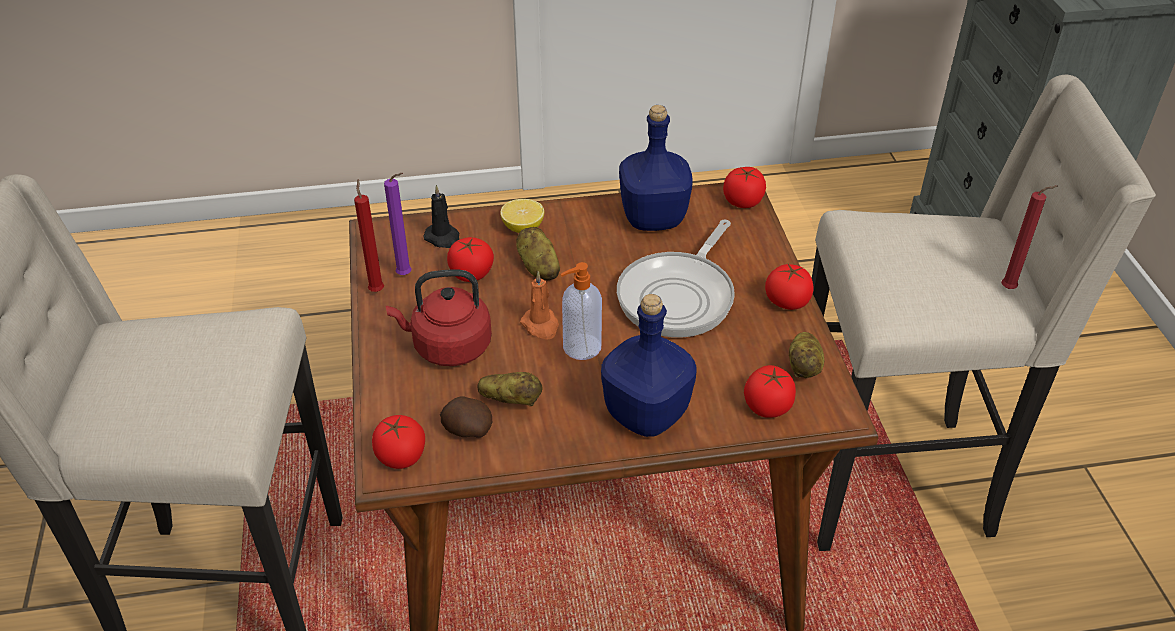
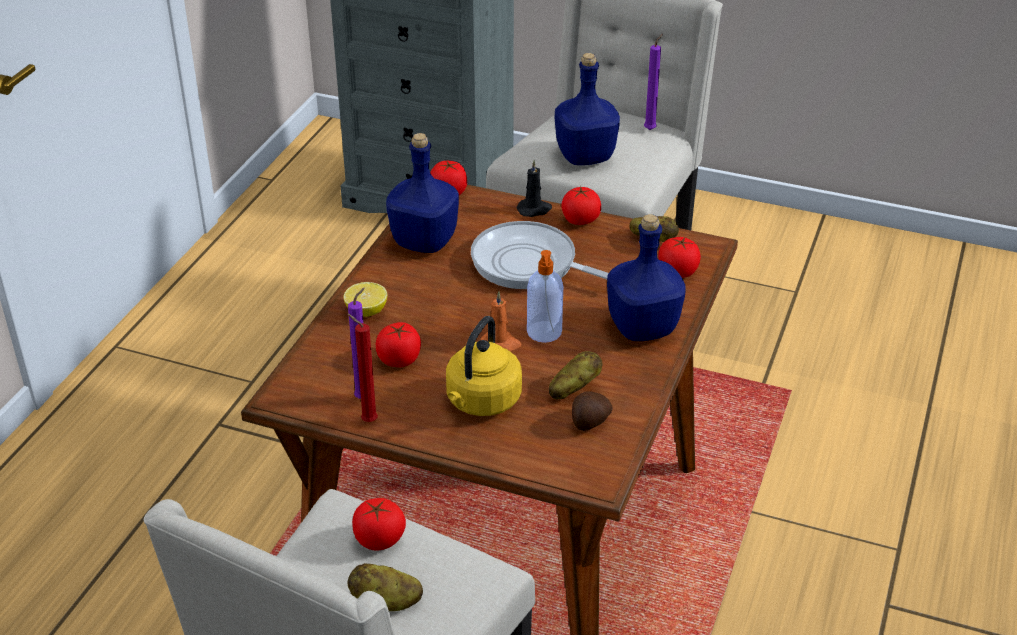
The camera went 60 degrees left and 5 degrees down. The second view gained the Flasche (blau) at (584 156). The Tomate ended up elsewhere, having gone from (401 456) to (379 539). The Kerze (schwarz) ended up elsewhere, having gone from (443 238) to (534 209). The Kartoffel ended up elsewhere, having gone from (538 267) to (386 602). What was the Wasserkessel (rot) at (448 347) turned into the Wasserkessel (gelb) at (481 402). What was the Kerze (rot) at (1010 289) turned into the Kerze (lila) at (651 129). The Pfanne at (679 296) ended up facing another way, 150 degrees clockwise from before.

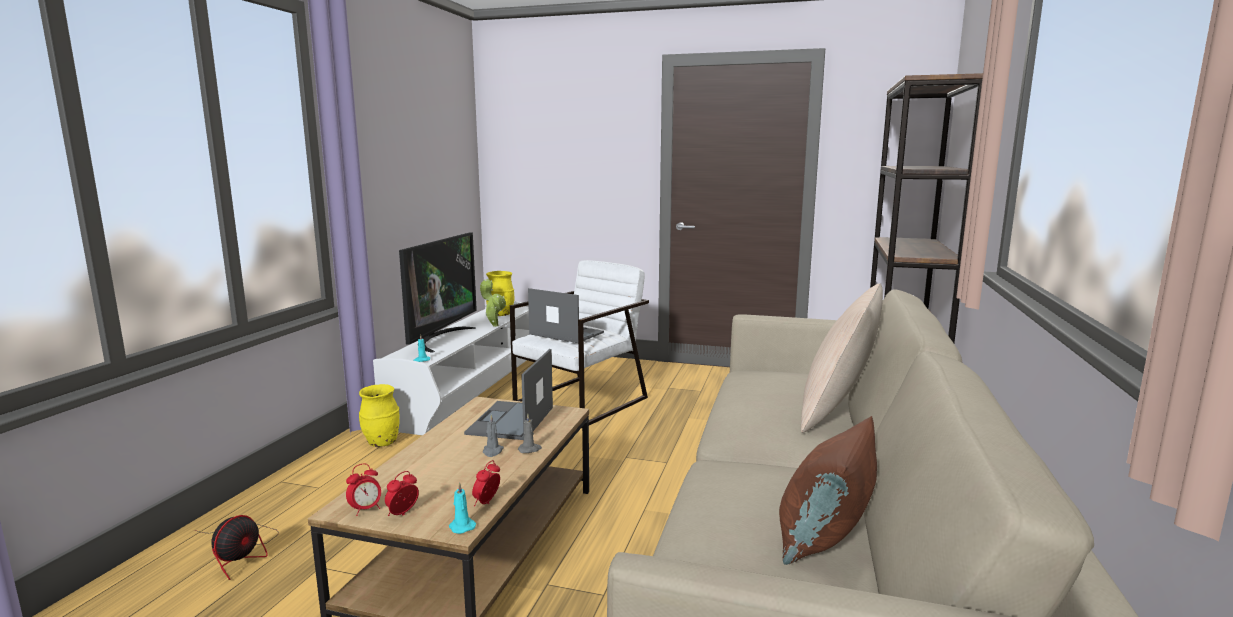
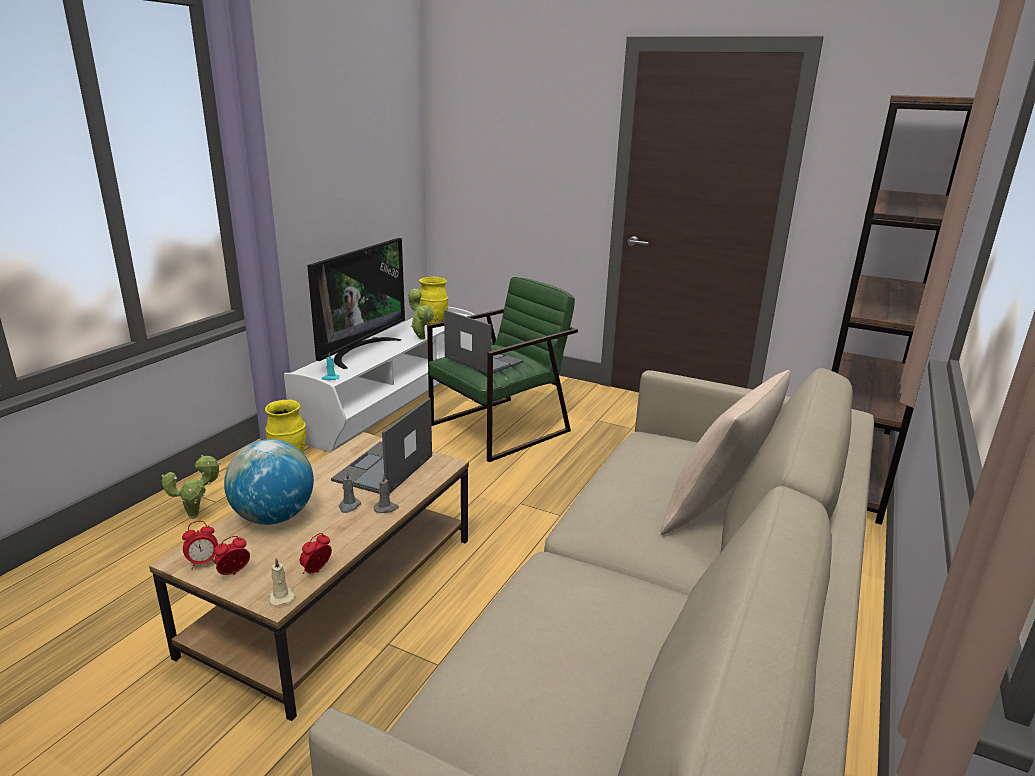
The camera went 10 degrees right and 10 degrees up. The second view lost the Ventilator at (241 553). The second view lost the Kissen (braun) at (824 539). The second view gained the Topfpflanze at (197 515). The second view gained the Globus at (274 517). What was the Kerze (türkis) at (461 526) turned into the Kerze (beige) at (281 597). What was the Sessel (weiß) at (581 401) turned into the Sessel (grün) at (500 428).

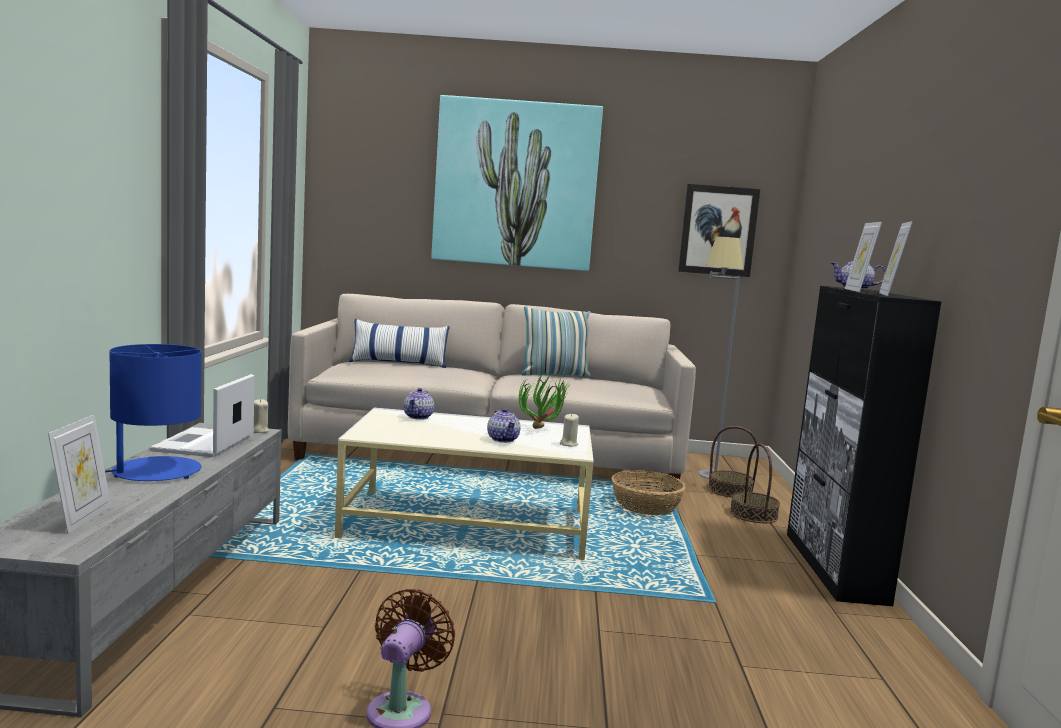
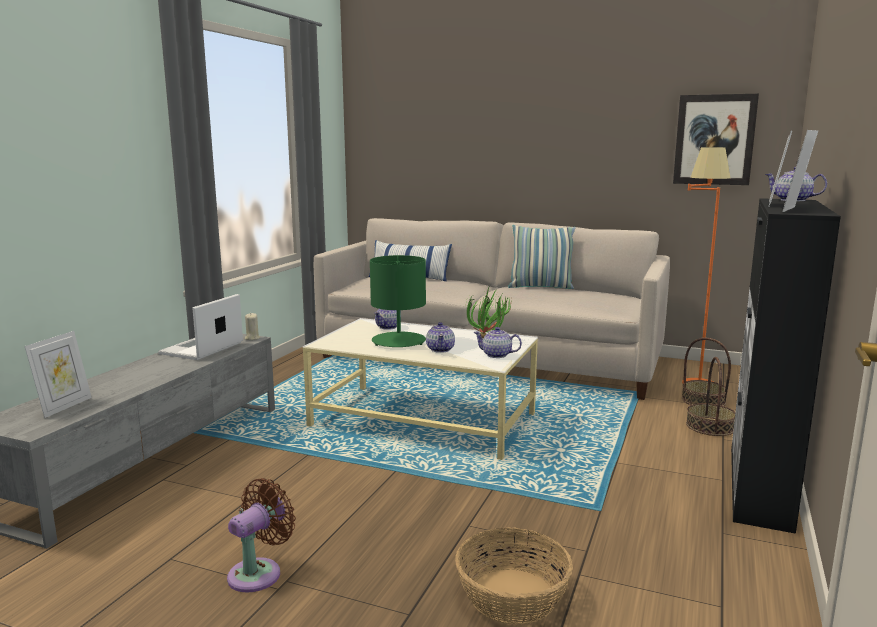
The camera went 20 degrees right and 5 degrees up. The second view lost the Tischlampe (blau) at (156 471). The second view lost the Bild at (516 184). The second view gained the Tischlampe (grün) at (398 341). The Korb ended up elsewhere, having gone from (645 506) to (511 595). Where the Kerze (beige) stood at (568 444), the Teekanne came to stand at (497 355). What was the Stehlampe (grau) at (706 470) turned into the Stehlampe (orange) at (693 378).

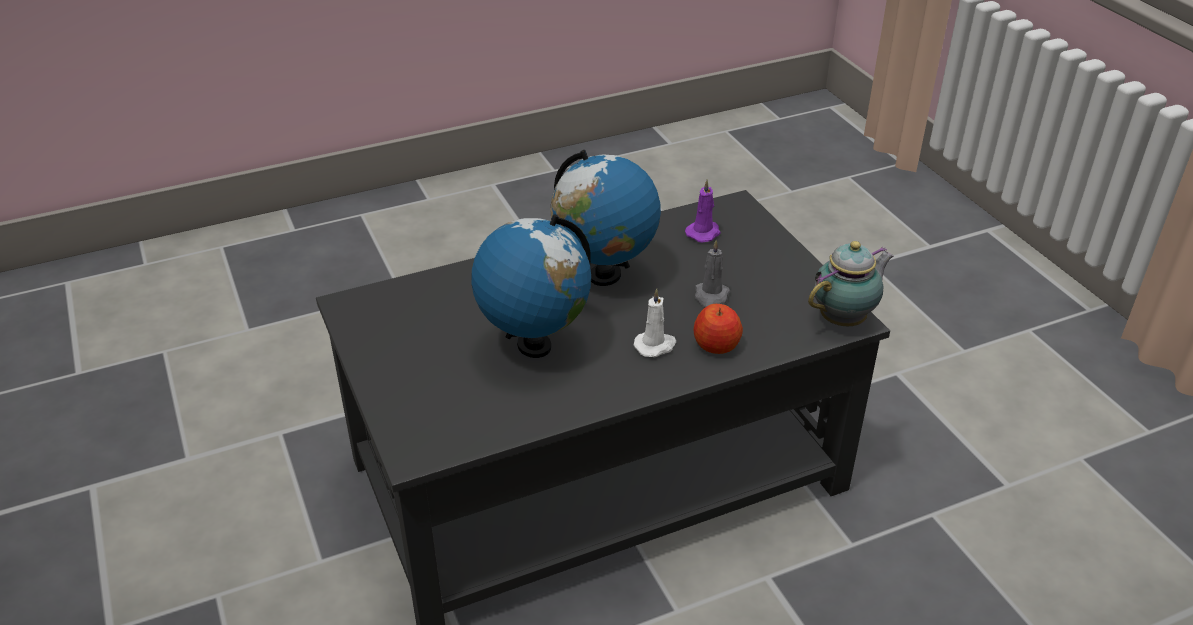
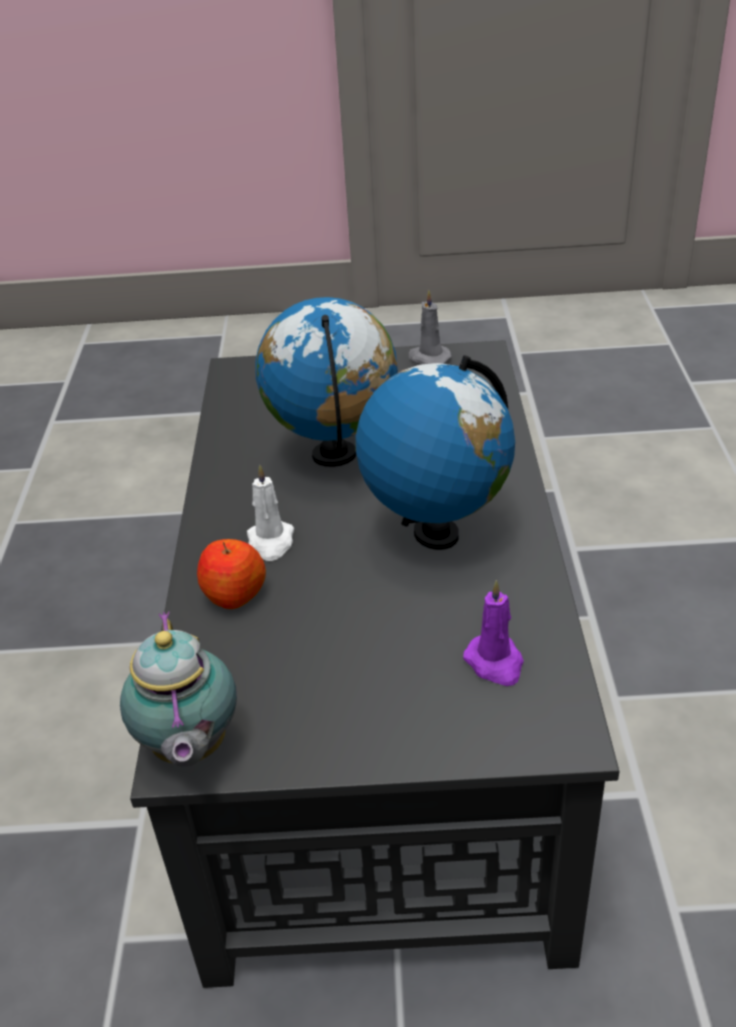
The camera went 115 degrees right and 0 degrees up. The Kerze (grau) ended up elsewhere, having gone from (711 297) to (428 358).

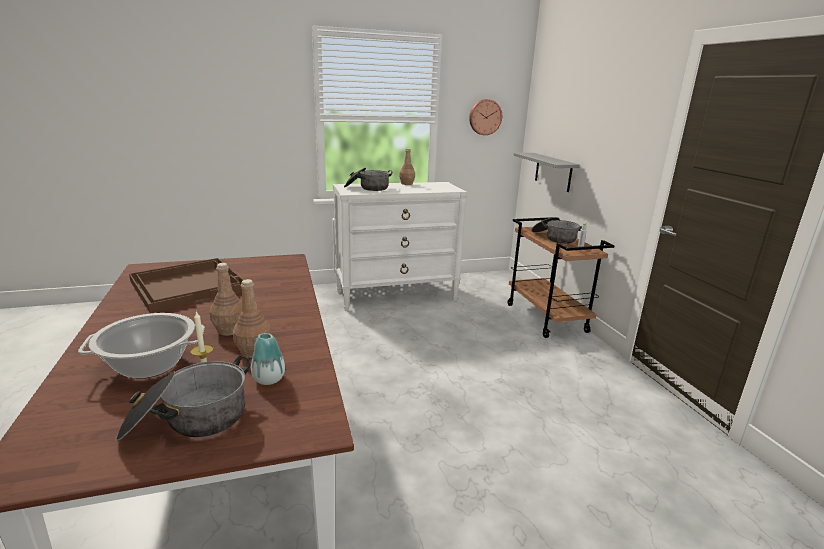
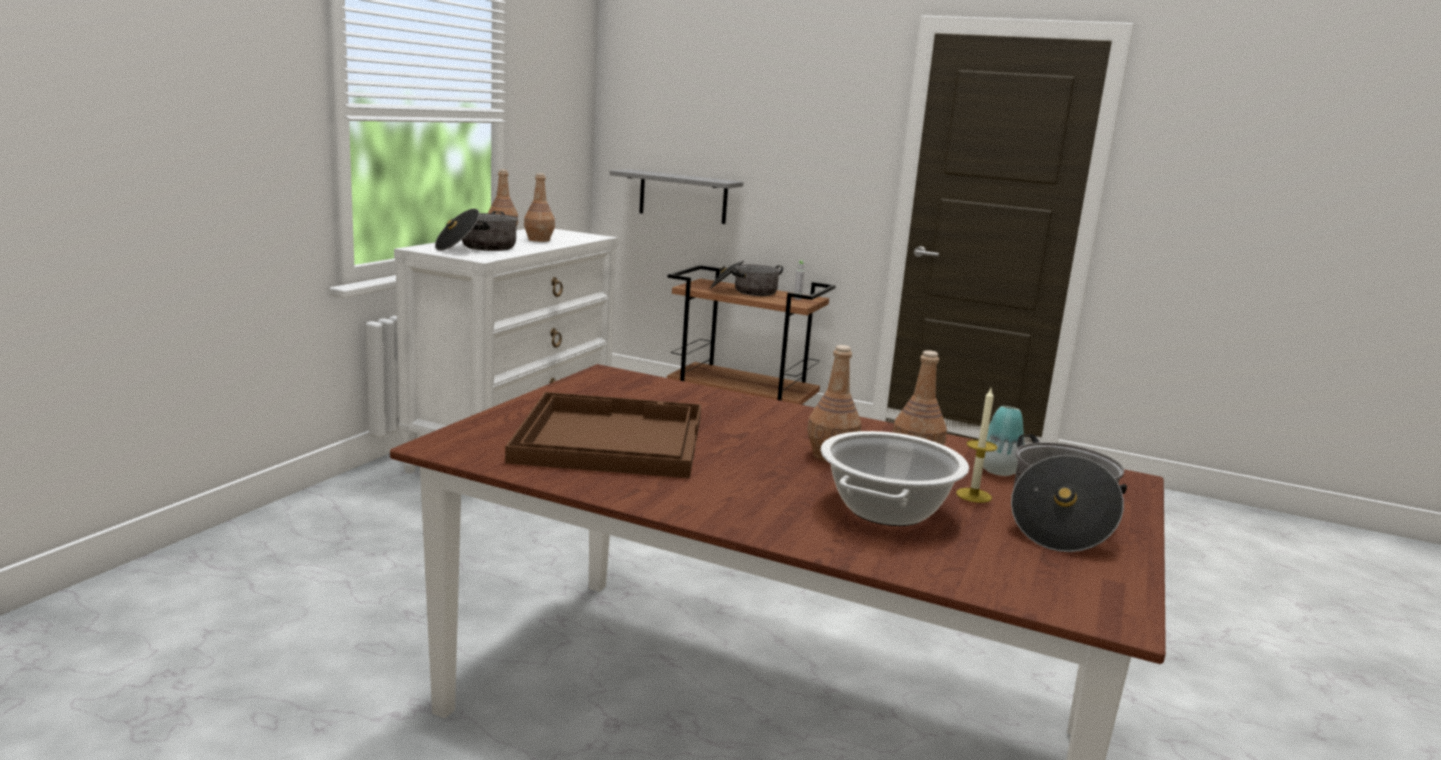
The camera went 50 degrees left and 5 degrees down. The second view lost the Wanduhr at (485 117). The second view gained the Flasche (braun) at (539 240).

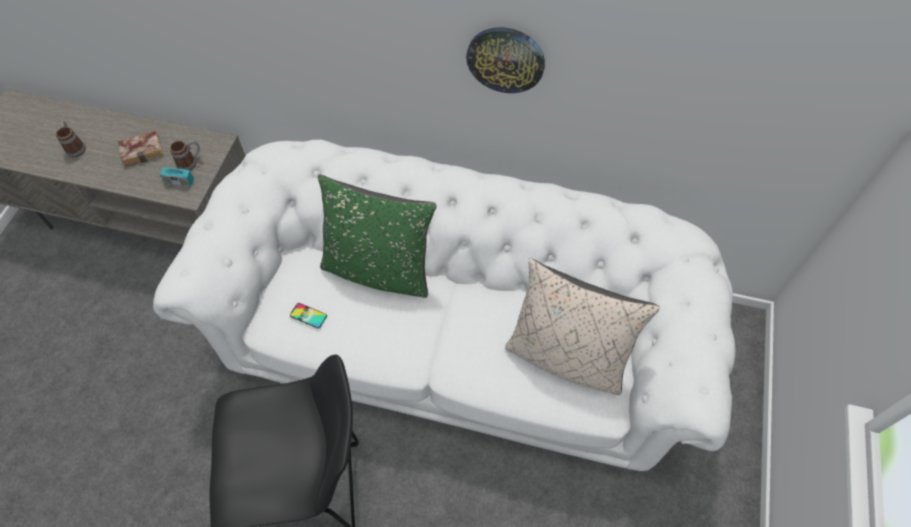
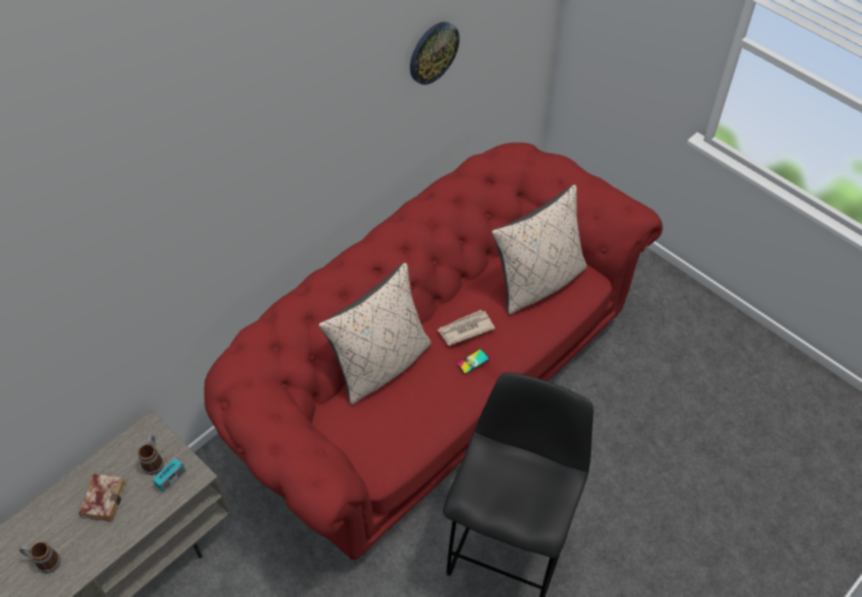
The camera went 60 degrees left and 5 degrees down. The second view gained the Zeitung at (465 329). The Handy ended up elsewhere, having gone from (308 315) to (472 361). The Wanduhr ended up elsewhere, having gone from (505 59) to (433 52). What was the Sofa (weiß) at (455 340) turned into the Sofa (rot) at (432 381). What was the Kissen (grün) at (379 270) turned into the Kissen (beige) at (381 364).

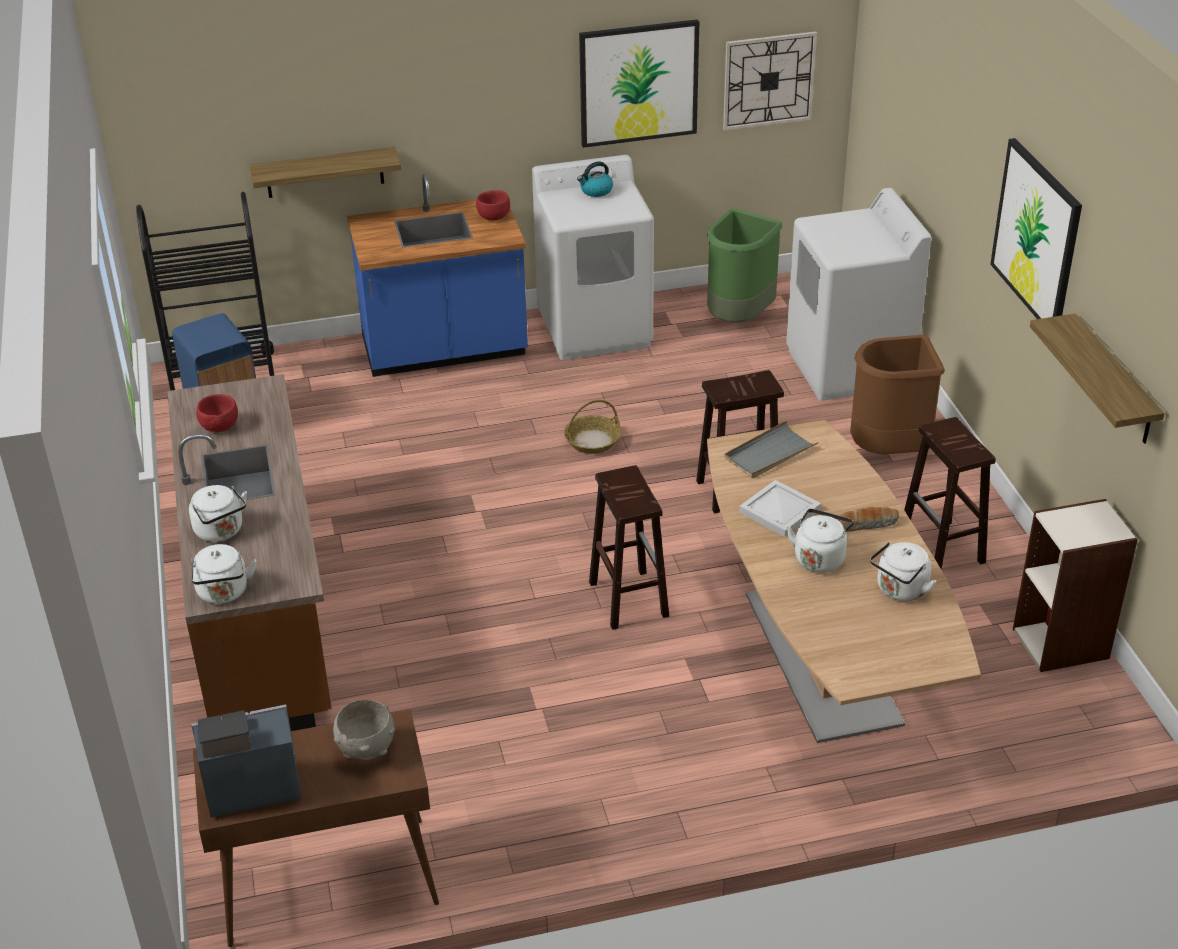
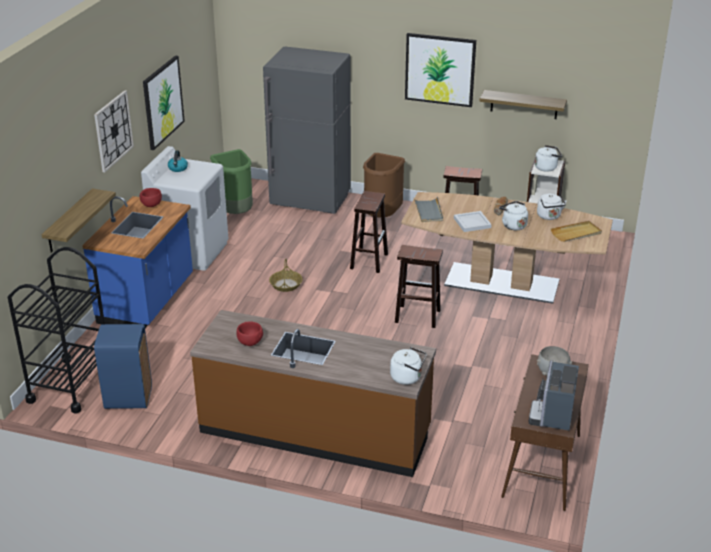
The camera went 60 degrees left and 5 degrees down. The second view gained the Tablett (beige) at (576 233). The Wasserkessel (weiß) ended up elsewhere, having gone from (221 532) to (547 167). The Wanduhr ended up elsewhere, having gone from (769 80) to (113 130). Where the Waschmaschine (weiß) stood at (849 368), the Kühlschrank (grau) came to stand at (310 202).

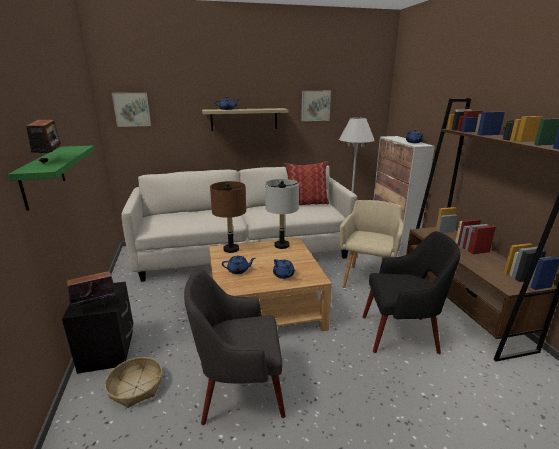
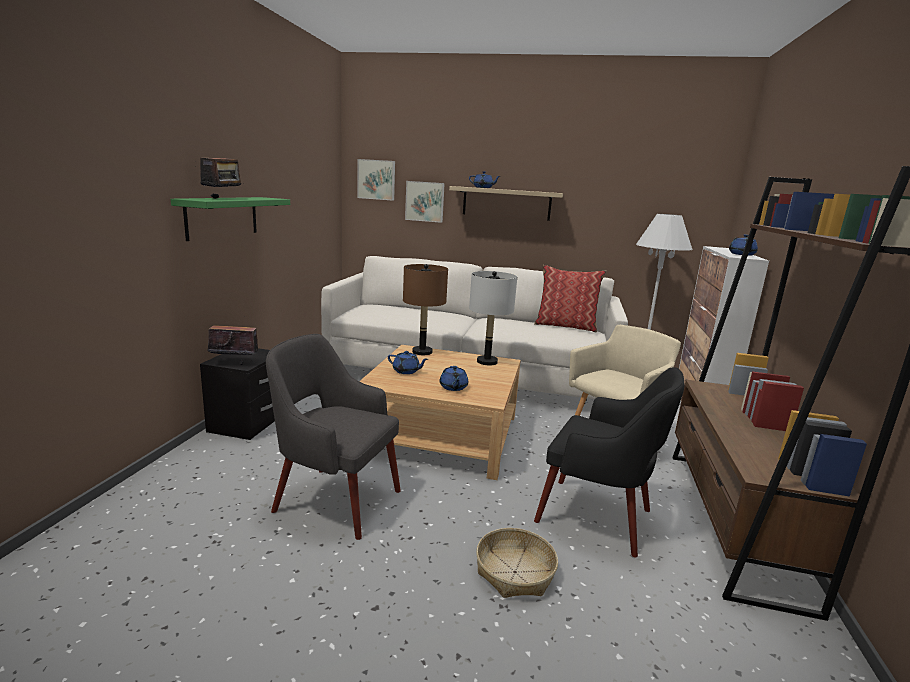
The camera went 25 degrees right and 5 degrees down. The Korb ended up elsewhere, having gone from (136 387) to (515 572). The Bild ended up elsewhere, having gone from (315 105) to (425 201).

